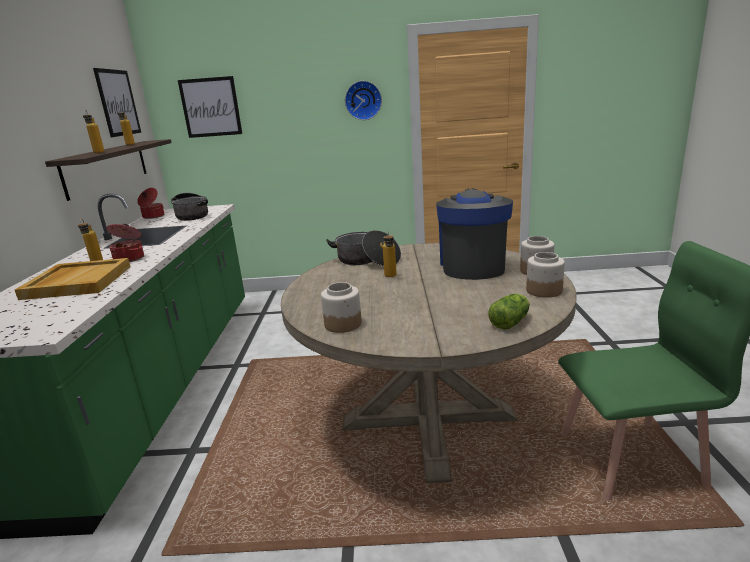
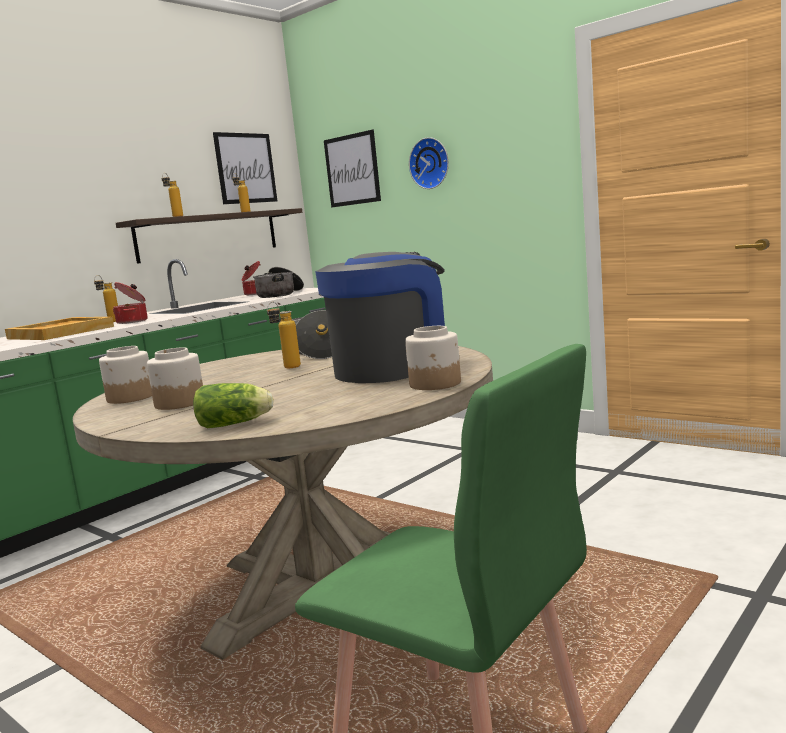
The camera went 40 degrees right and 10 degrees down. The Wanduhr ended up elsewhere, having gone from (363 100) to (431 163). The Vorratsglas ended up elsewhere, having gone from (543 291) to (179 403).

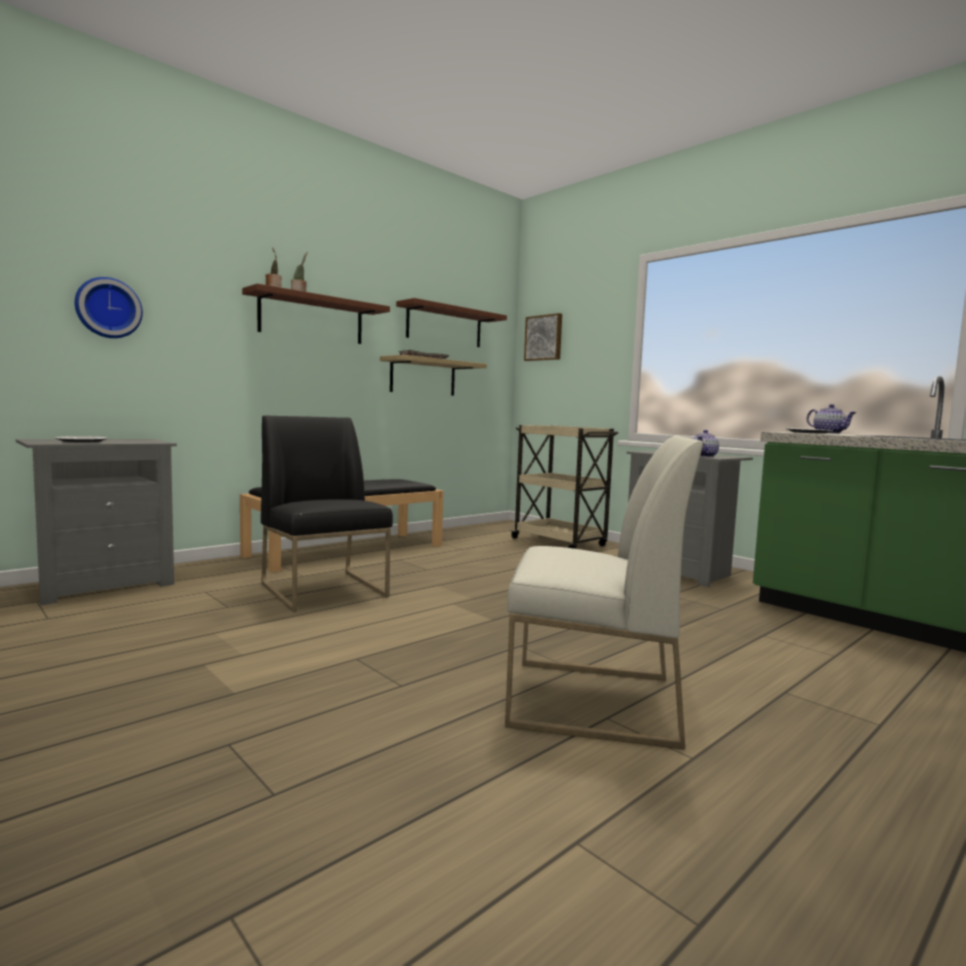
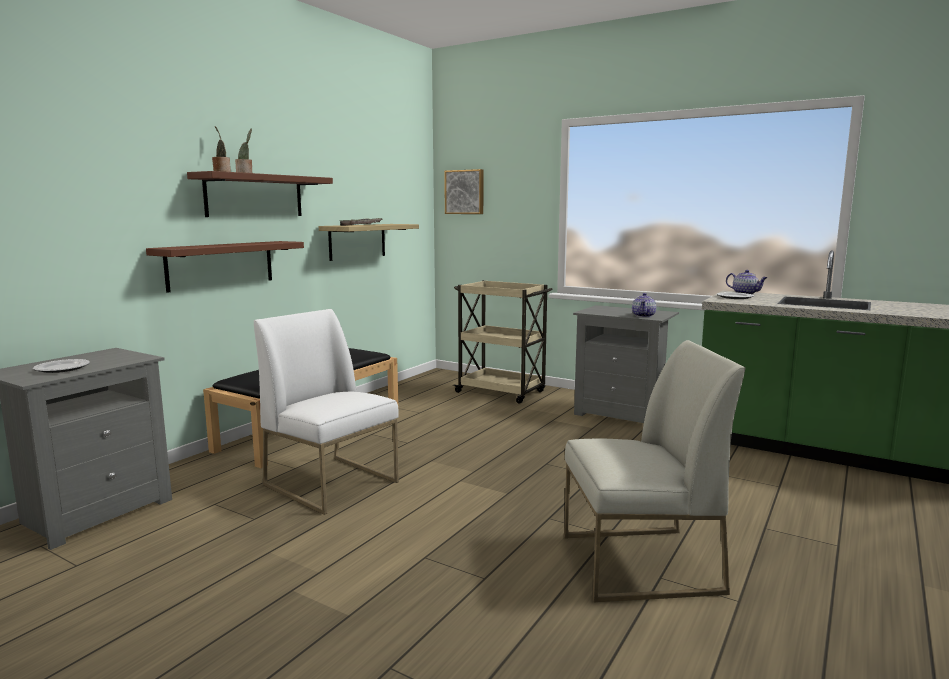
The camera went 15 degrees left and 5 degrees up. The second view lost the Wanduhr at (108 308). The Wandregal (braun) ended up elsewhere, having gone from (444 326) to (221 265). What was the Stuhl (schwarz) at (325 590) turned into the Stuhl (weiß) at (332 483).

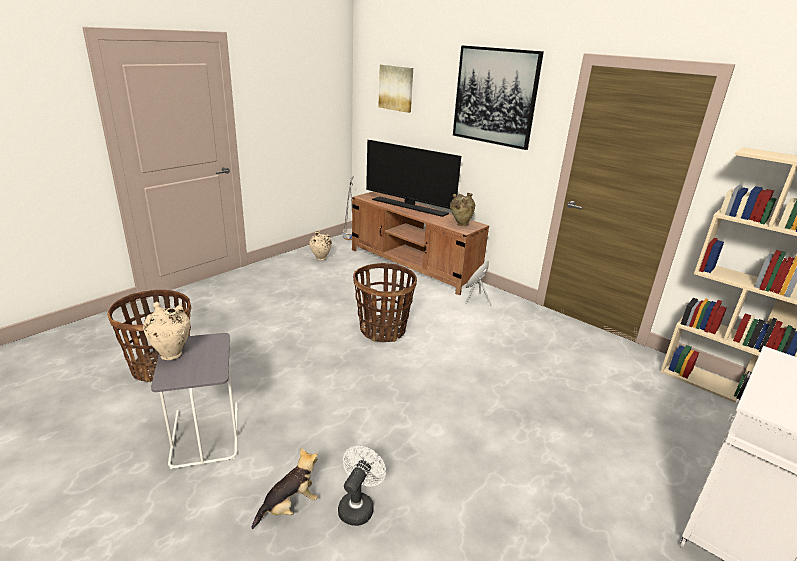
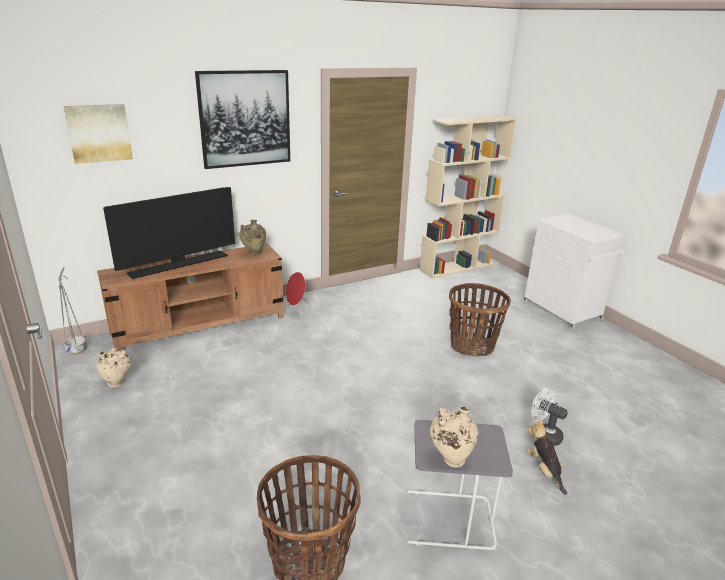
The camera went 70 degrees left and 0 degrees up. The Korb ended up elsewhere, having gone from (383 330) to (472 346).

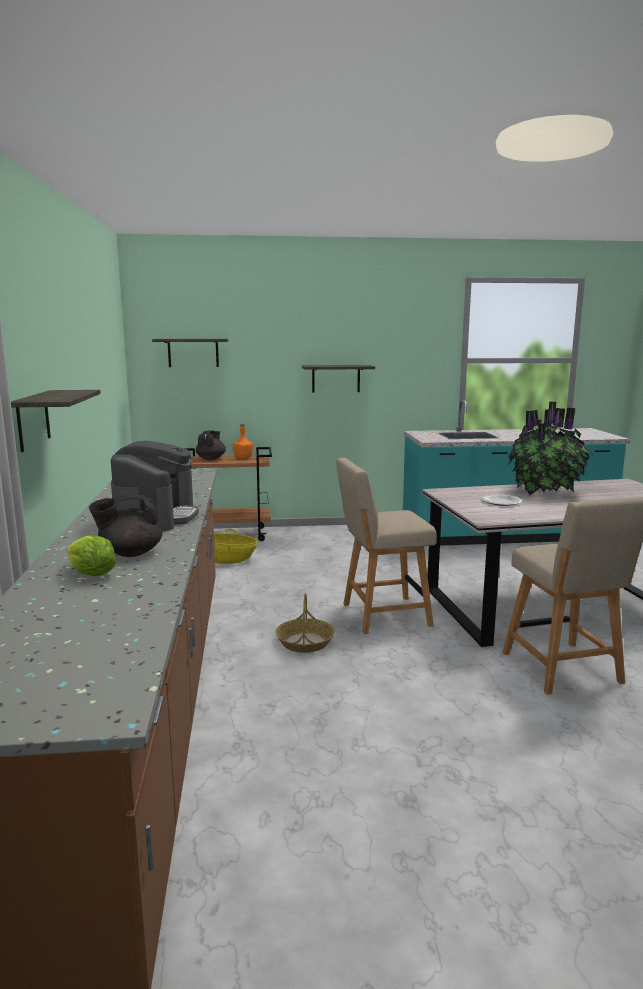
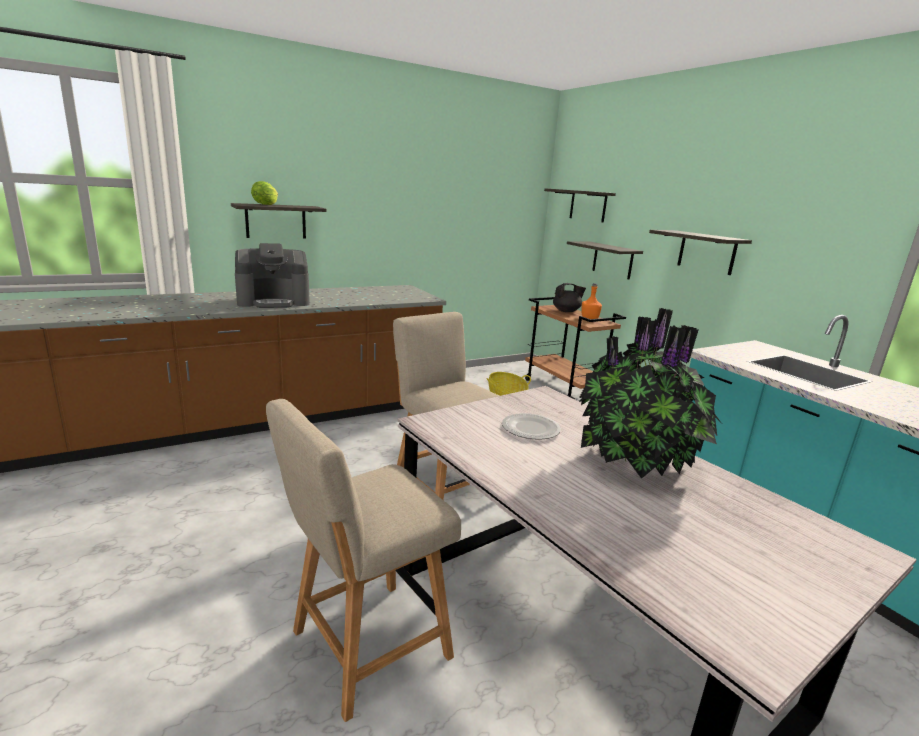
The camera went 65 degrees right and 5 degrees up. The second view lost the Teekanne (schwarz) at (130 553). The second view lost the Korb at (305 642). The second view gained the Wandregal at (612 260). The Salatkopf ended up elsewhere, having gone from (91 575) to (265 204).

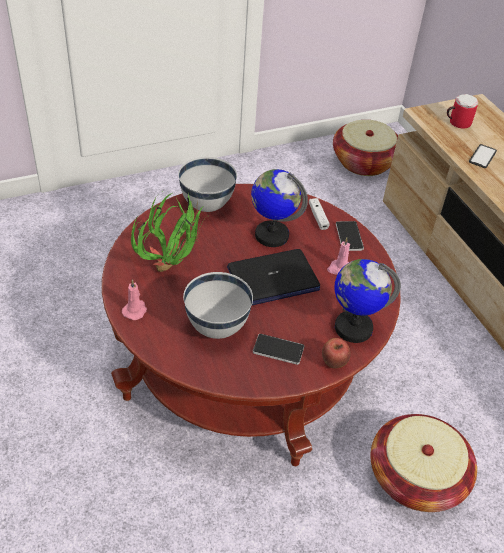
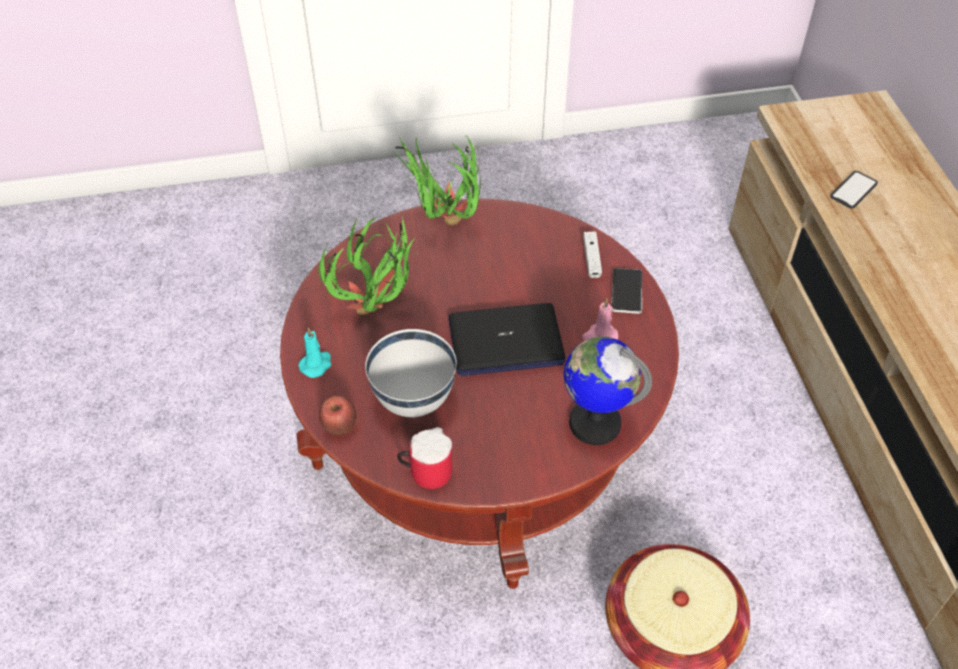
The camera went 15 degrees right and 5 degrees up. The second view lost the Globus at (271 235). The second view lost the Handy at (278 350). The second view lost the Korb at (364 162). The Apfel ended up elsewhere, having gone from (334 363) to (340 427). The Henkelbecher ended up elsewhere, having gone from (456 122) to (425 471). Where the Schüssel (weiß) stood at (206 206), the Topfpflanze came to stand at (444 227). What was the Kerze (rosa) at (135 310) turned into the Kerze (türkis) at (316 364).

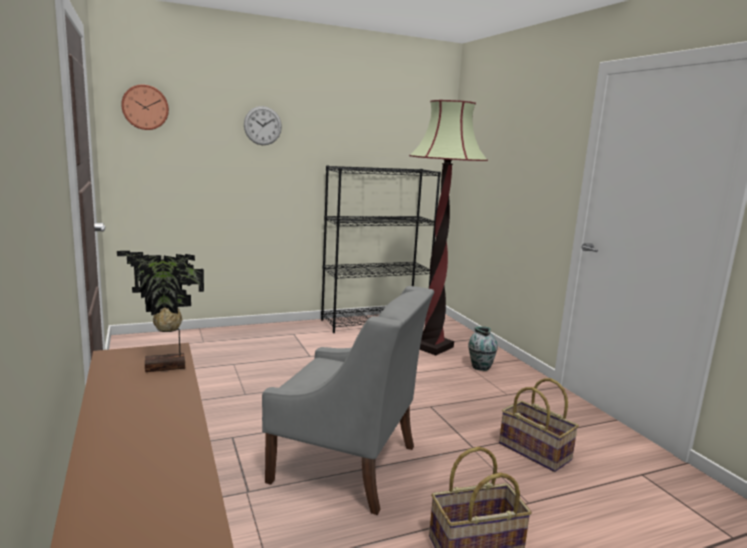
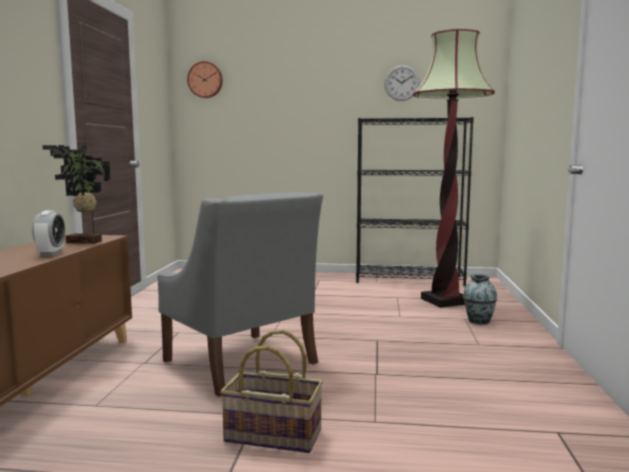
The camera went 30 degrees right and 5 degrees down. The second view lost the Korb at (535 451). The second view gained the Wecker at (51 254). The Wanduhr ended up elsewhere, having gone from (262 125) to (402 83).

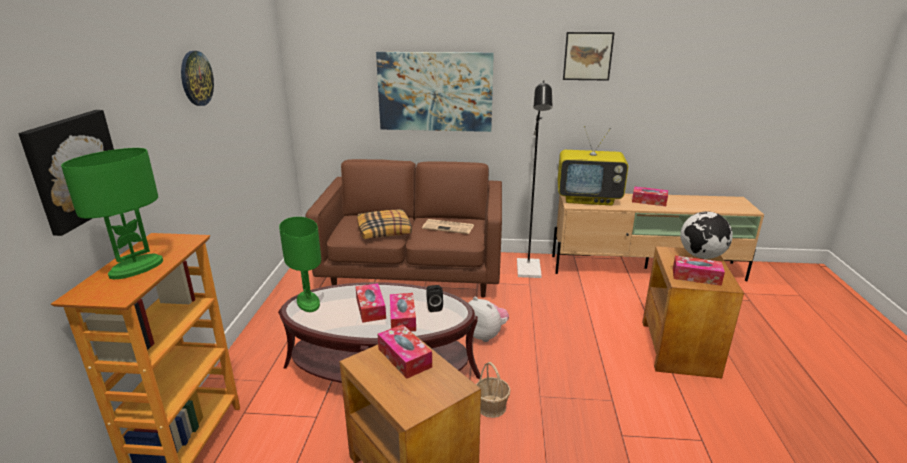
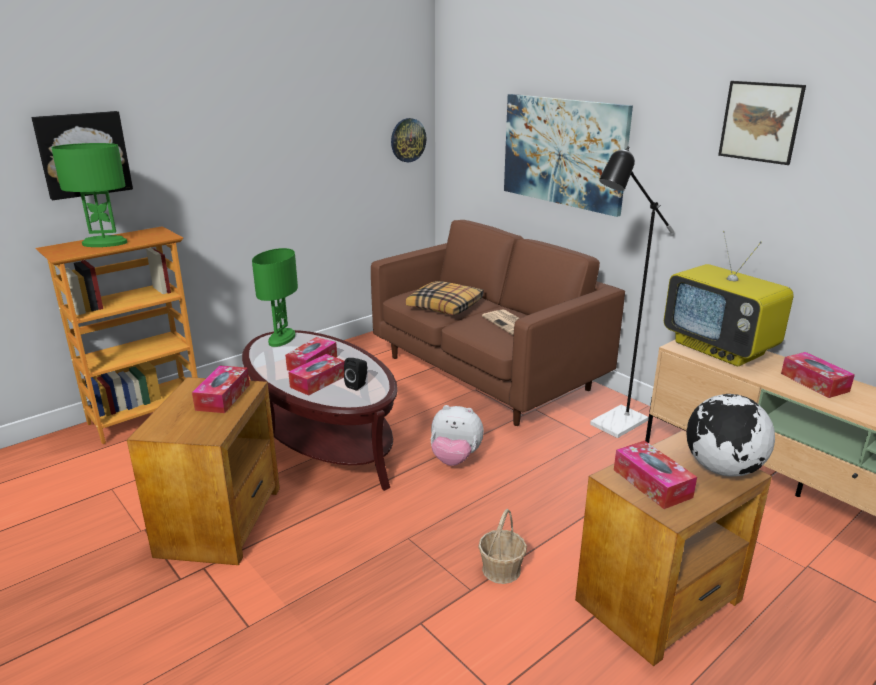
The camera went 45 degrees right and 0 degrees up. The Wanduhr ended up elsewhere, having gone from (196 78) to (408 140). The Korb ended up elsewhere, having gone from (491 407) to (501 569). The Plüschtier at (485 335) ended up facing another way, 105 degrees clockwise from before.

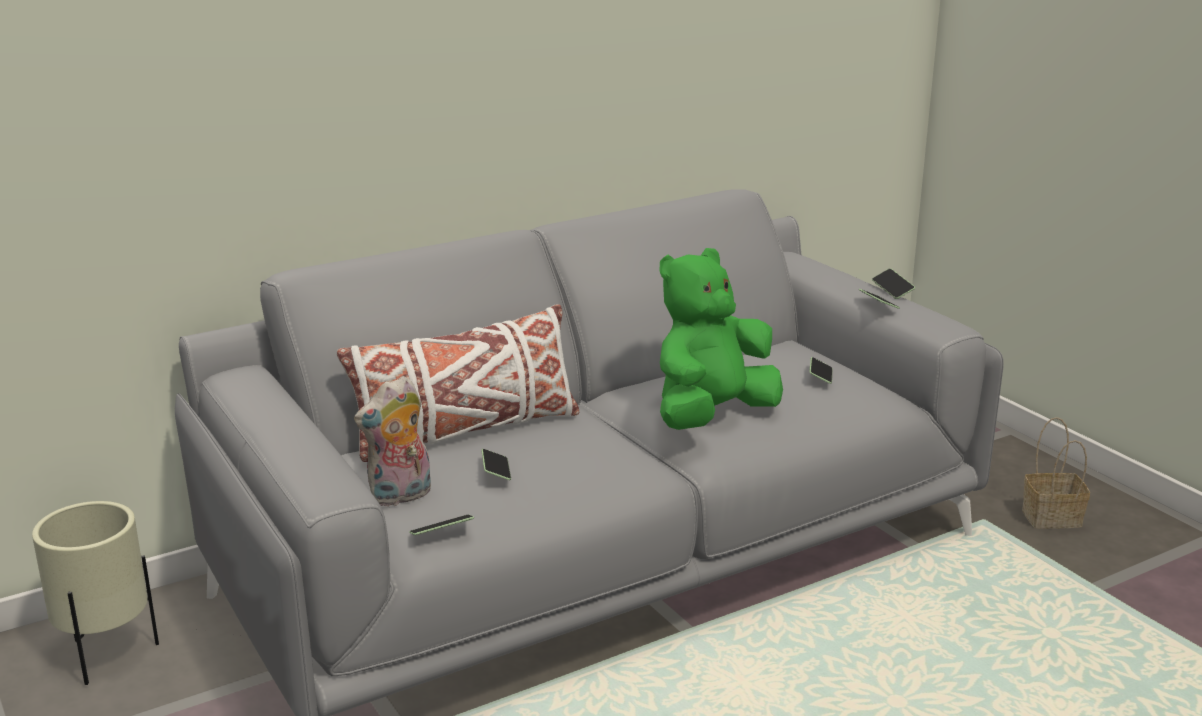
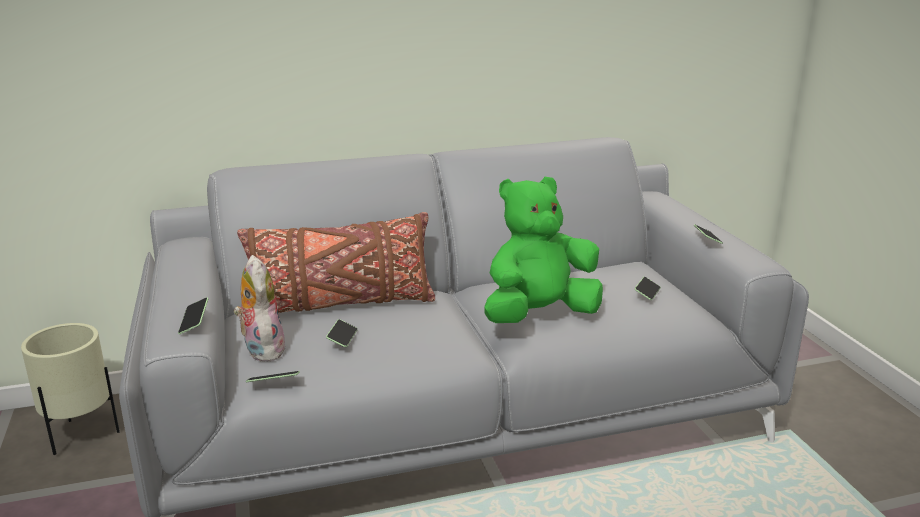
The camera went 15 degrees right and 0 degrees up. The second view lost the Korb at (1053 517). The Handy ended up elsewhere, having gone from (892 290) to (194 322). What was the Kissen (weiß) at (465 432) turned into the Kissen (braun) at (341 304). The Plüschtier at (400 497) ended up facing another way, 90 degrees clockwise from before.

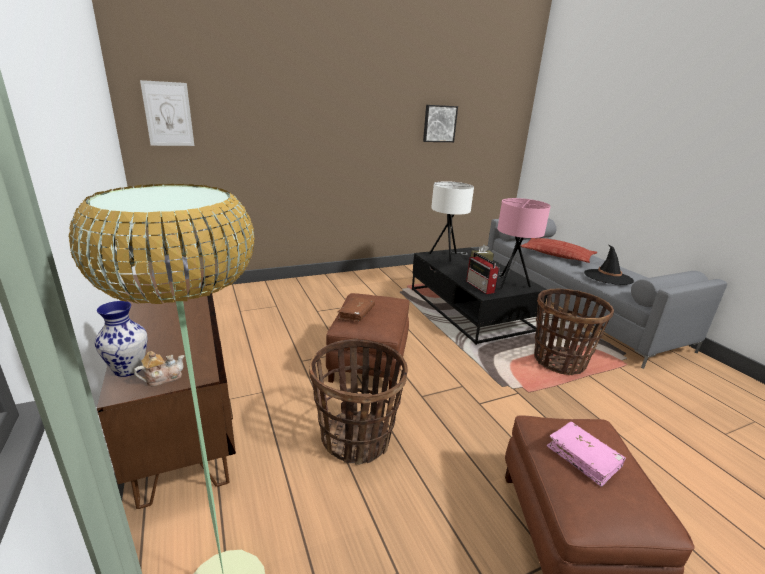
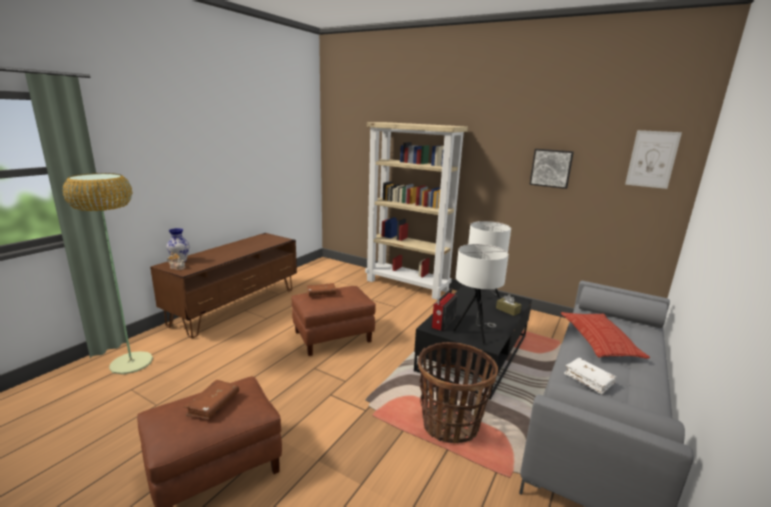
The camera went 55 degrees right and 5 degrees down. The second view lost the Korb at (356 438). The second view gained the Bücherregal (beige) at (408 285). The Bild ended up elsewhere, having gone from (168 114) to (652 159). Where the Hut (schwarz) stood at (608 277), the Buch (weiß) came to stand at (589 379). What was the Tischlampe (rosa) at (509 284) turned into the Tischlampe (weiß) at (474 333). What was the Buch (rosa) at (583 458) turned into the Buch (braun) at (213 405).

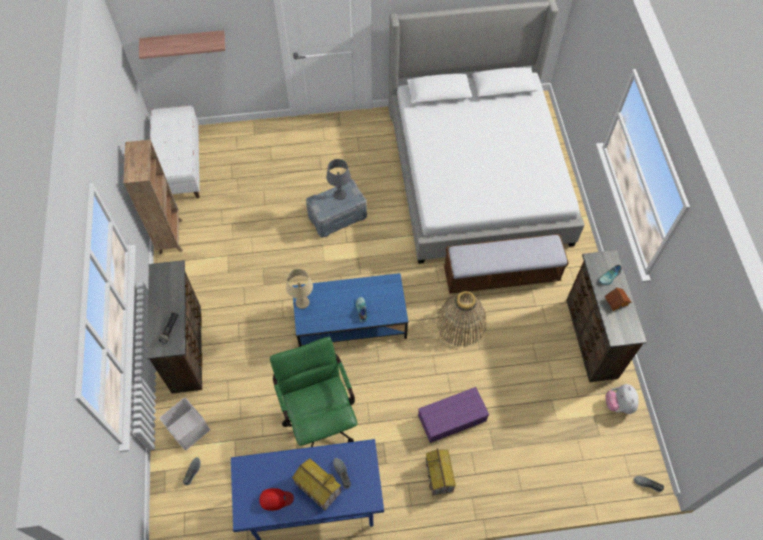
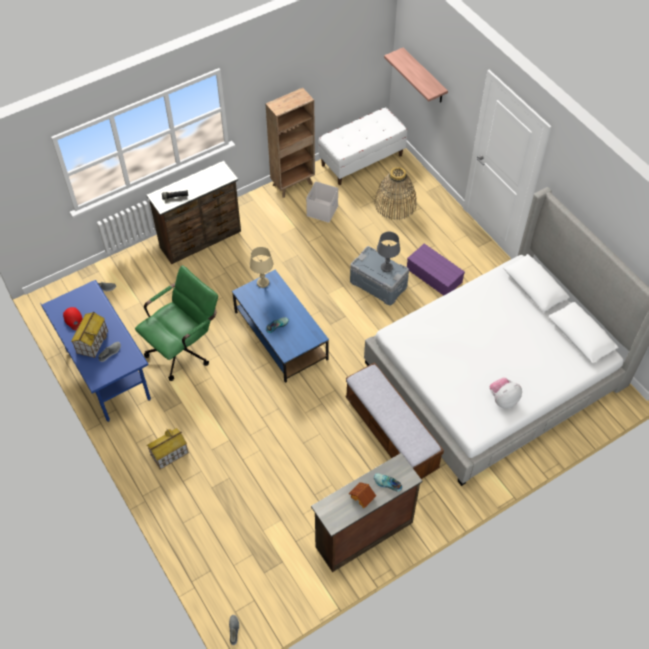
The camera went 65 degrees right and 5 degrees down. The Aufbewahrungsbox (weiß) ended up elsewhere, having gone from (187 429) to (322 209). The Aufbewahrungsbox (lila) ended up elsewhere, having gone from (452 417) to (435 275). The Korb ended up elsewhere, having gone from (461 323) to (395 204). The Plüschtier ended up elsewhere, having gone from (619 404) to (503 399).

